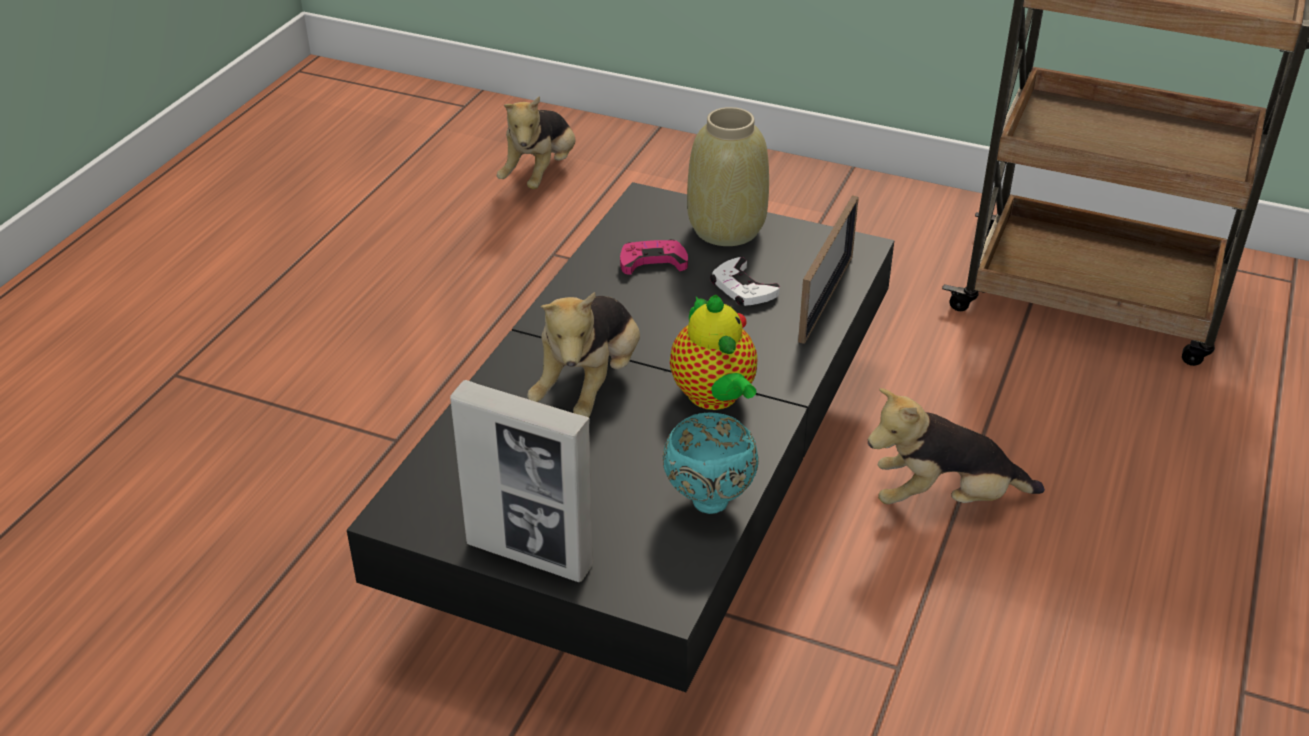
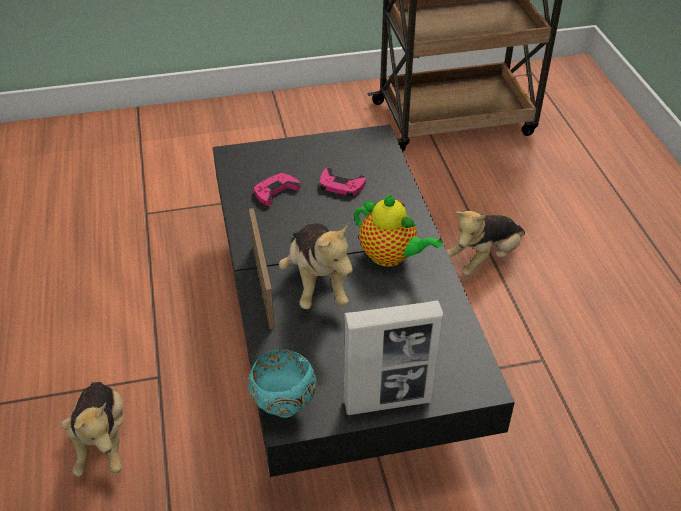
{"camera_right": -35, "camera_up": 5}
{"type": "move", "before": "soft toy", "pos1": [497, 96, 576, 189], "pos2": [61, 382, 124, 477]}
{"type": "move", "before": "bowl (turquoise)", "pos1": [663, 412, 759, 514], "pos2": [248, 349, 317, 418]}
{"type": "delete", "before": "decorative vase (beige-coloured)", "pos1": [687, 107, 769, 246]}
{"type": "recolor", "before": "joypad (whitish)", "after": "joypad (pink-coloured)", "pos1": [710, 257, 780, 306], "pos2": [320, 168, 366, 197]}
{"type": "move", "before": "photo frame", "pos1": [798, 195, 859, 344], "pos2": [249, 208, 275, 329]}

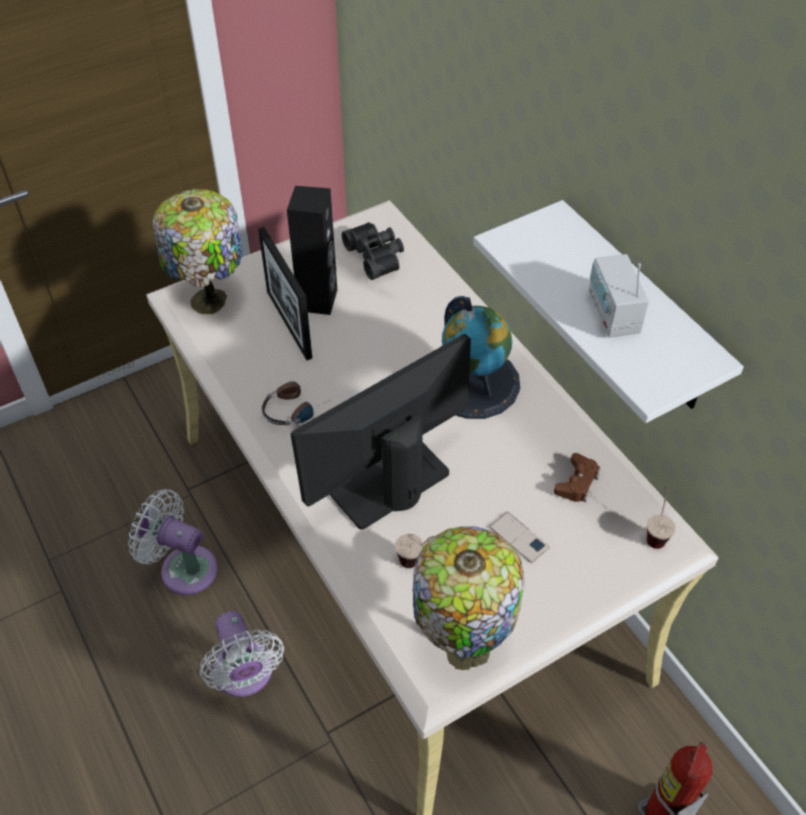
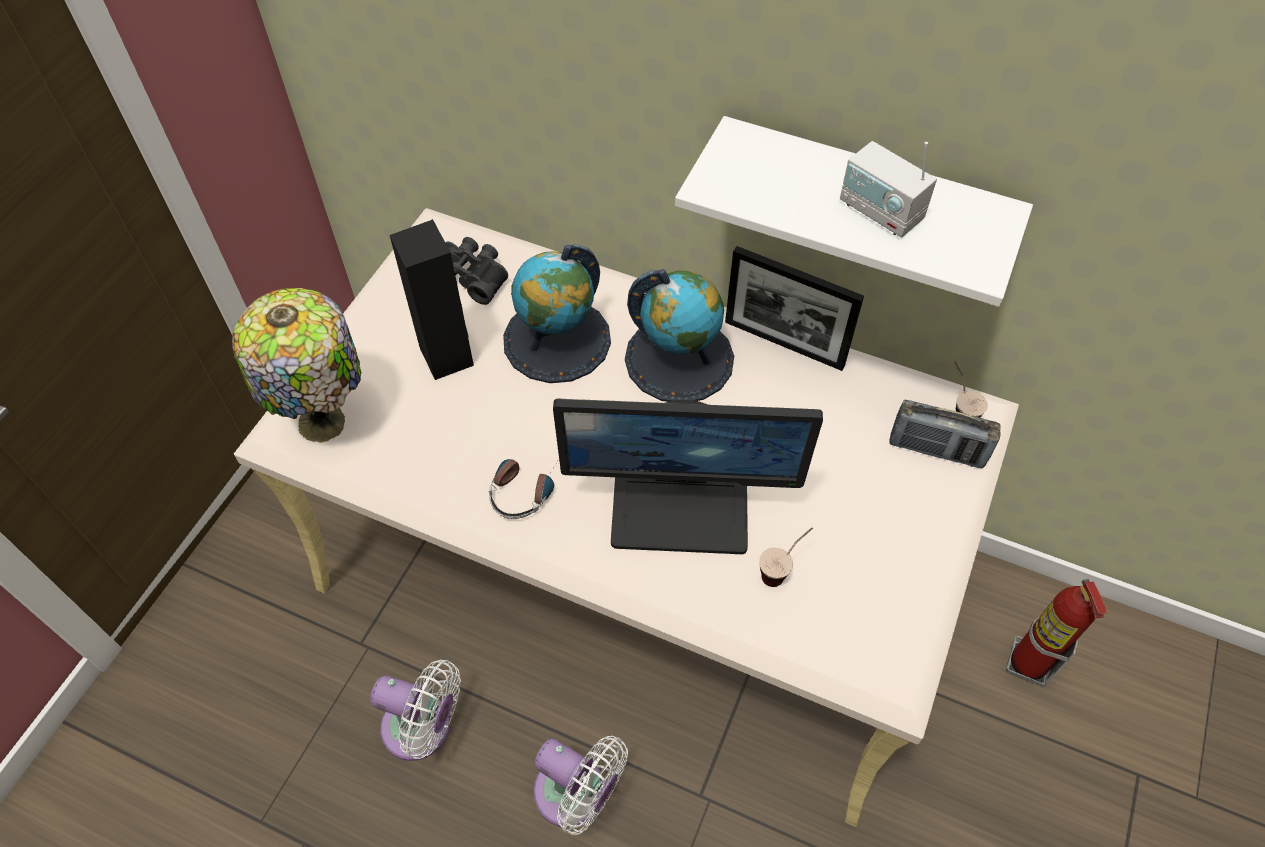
{"camera_right": -35, "camera_up": 5}
{"type": "rotate", "before": "cooling fan (whitish)", "pos1": [128, 489, 218, 595], "pos2": [370, 660, 461, 761], "turn": -150}
{"type": "move", "before": "photo frame", "pos1": [258, 227, 312, 360], "pos2": [725, 246, 864, 371]}
{"type": "rotate", "before": "computer display", "pos1": [291, 334, 471, 529], "pos2": [553, 399, 823, 554], "turn": -105}
{"type": "delete", "before": "table lamp", "pos1": [413, 526, 525, 670]}
{"type": "delete", "before": "phone", "pos1": [489, 512, 549, 563]}
{"type": "delete", "before": "joypad (brown-coloured)", "pos1": [554, 453, 600, 502]}
{"type": "insert", "after": "globe", "pos2": [503, 244, 611, 383]}
{"type": "insert", "after": "radio receiver", "pos2": [889, 400, 1001, 468]}

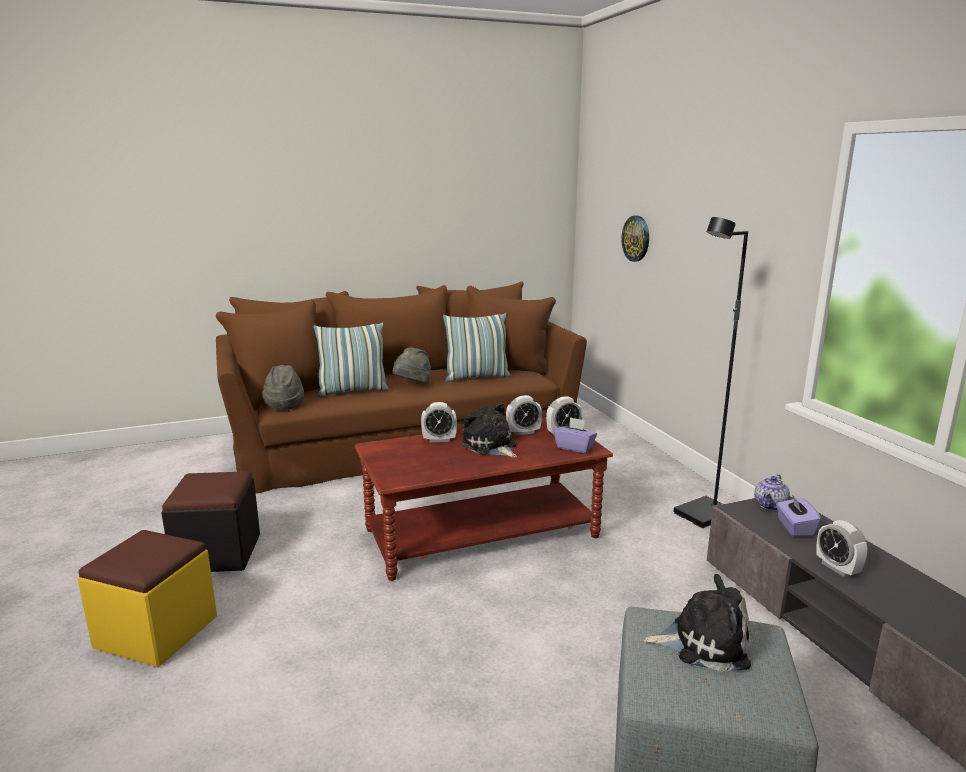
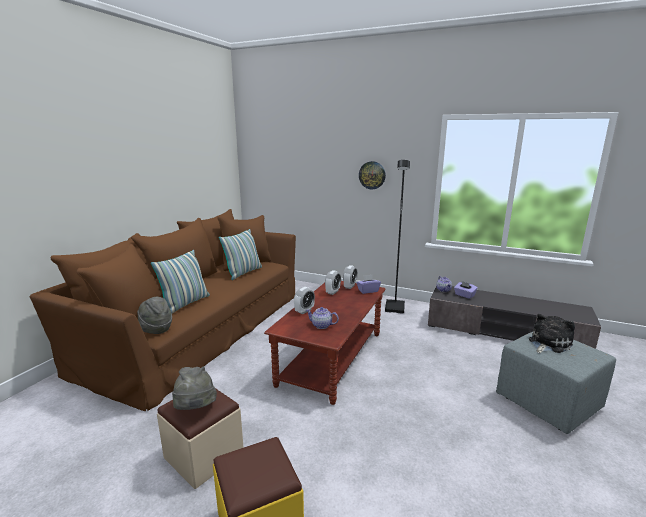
{"camera_right": -45, "camera_up": 0}
{"type": "recolor", "before": "pouffe (black-coloured)", "after": "pouffe (beige-coloured)", "pos1": [161, 471, 260, 572], "pos2": [157, 388, 244, 489]}
{"type": "move", "before": "wearable hat (grey)", "pos1": [393, 347, 432, 384], "pos2": [172, 367, 217, 410]}
{"type": "delete", "before": "soft toy", "pos1": [462, 403, 517, 458]}
{"type": "move", "before": "clock on the wall", "pos1": [622, 216, 649, 262], "pos2": [359, 161, 386, 189]}
{"type": "delete", "before": "bedside clock", "pos1": [816, 520, 867, 577]}
{"type": "insert", "after": "pot for tea", "pos2": [306, 307, 339, 329]}

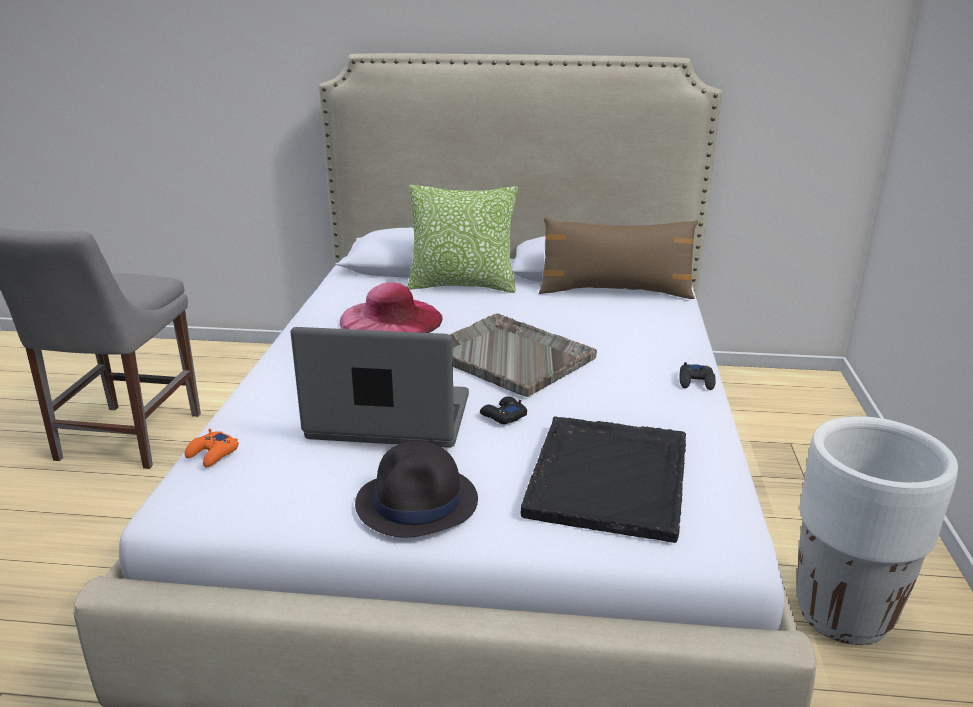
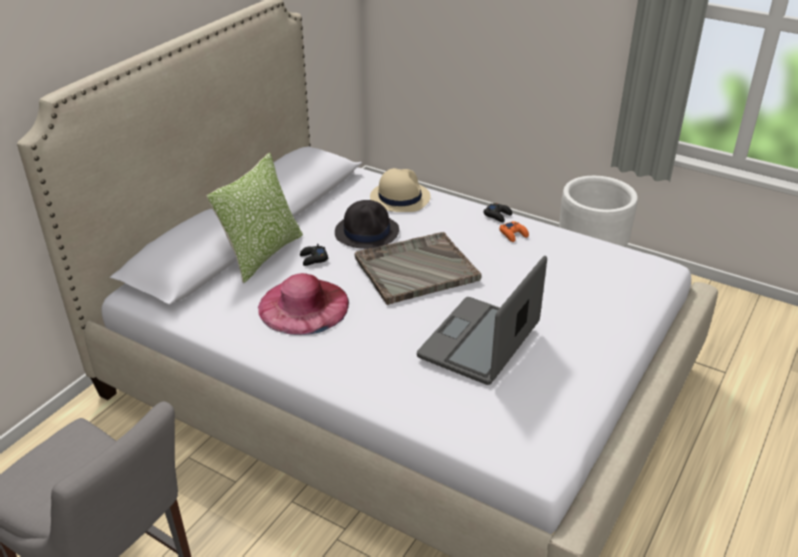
{"camera_right": -65, "camera_up": 10}
{"type": "move", "before": "joypad (orange)", "pos1": [185, 429, 239, 467], "pos2": [499, 221, 529, 242]}
{"type": "move", "before": "wearable hat (black-coloured)", "pos1": [355, 441, 478, 538], "pos2": [335, 200, 399, 249]}
{"type": "move", "before": "joypad (black-coloured)", "pos1": [480, 396, 527, 424], "pos2": [300, 244, 328, 266]}
{"type": "delete", "before": "serving tray (black-coloured)", "pos1": [521, 416, 686, 543]}
{"type": "delete", "before": "cushion (brown-coloured)", "pos1": [539, 218, 698, 299]}
{"type": "insert", "after": "wearable hat (beige-coloured)", "pos2": [370, 168, 431, 212]}

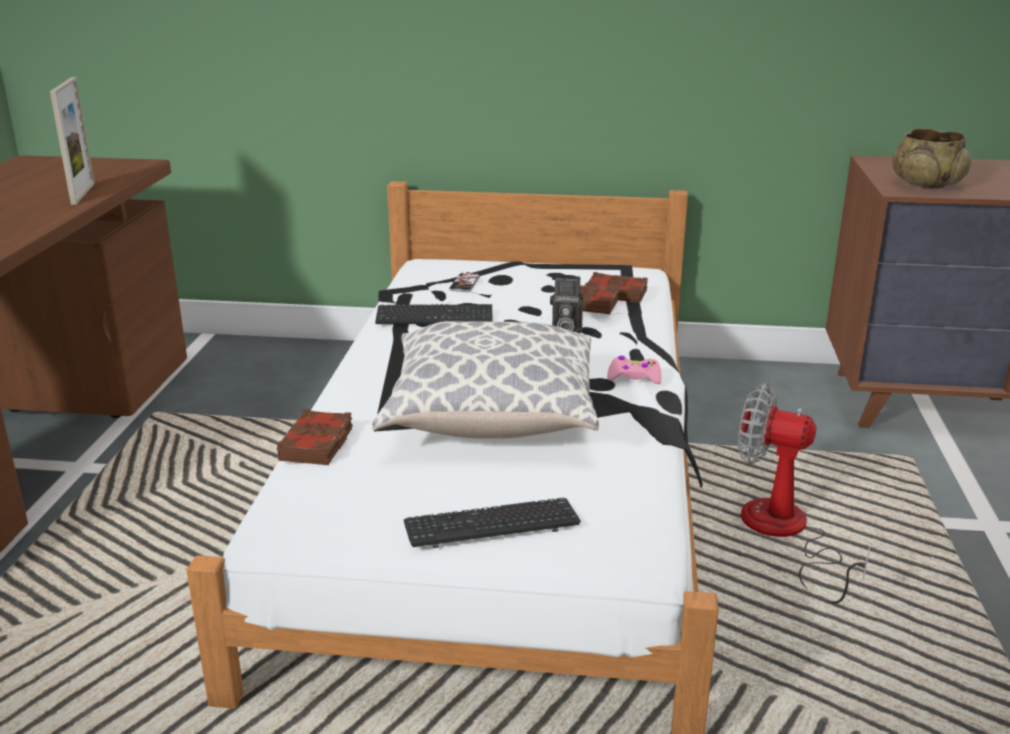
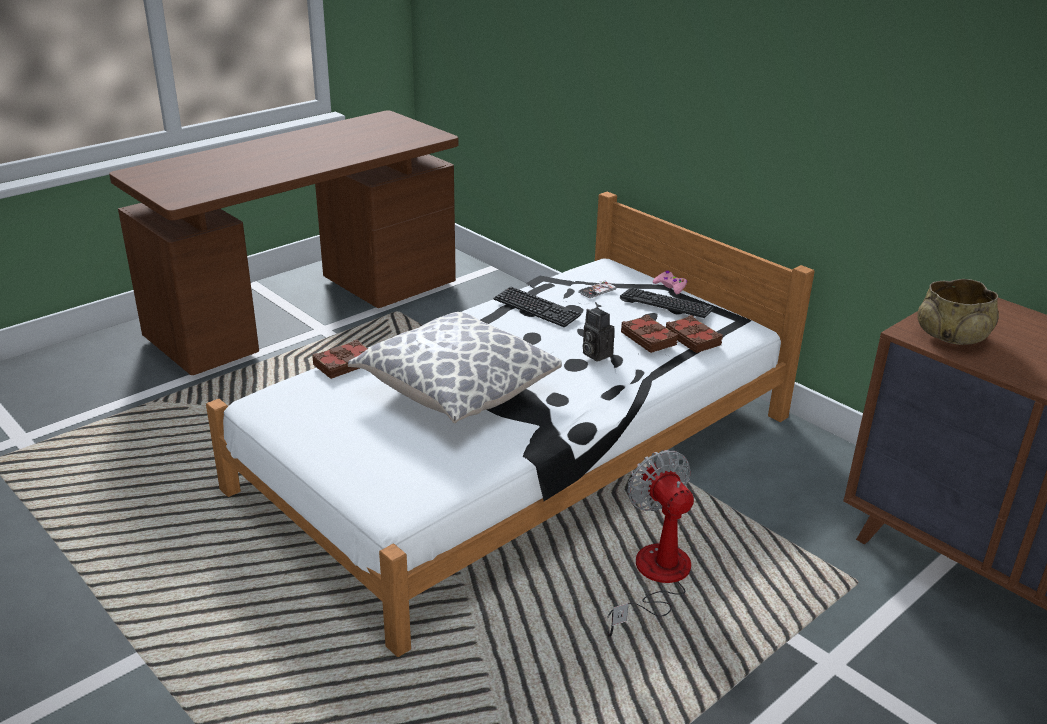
{"camera_right": 40, "camera_up": 5}
{"type": "delete", "before": "photo frame", "pos1": [50, 77, 95, 205]}
{"type": "move", "before": "PC keyboard", "pos1": [404, 498, 581, 548], "pos2": [620, 287, 714, 318]}
{"type": "move", "before": "joypad (pink-coloured)", "pos1": [607, 356, 661, 384], "pos2": [653, 271, 687, 294]}

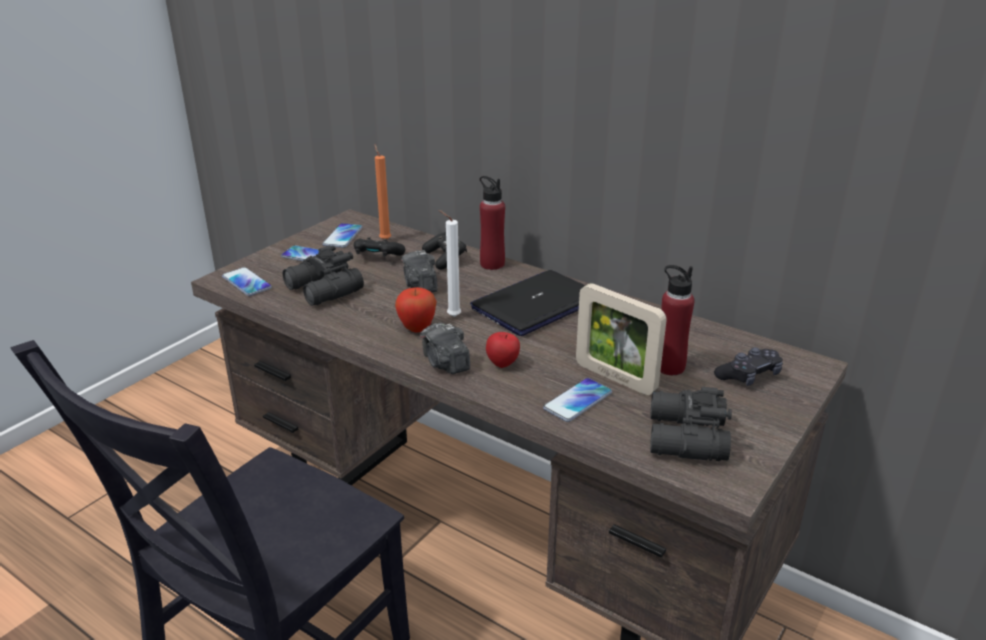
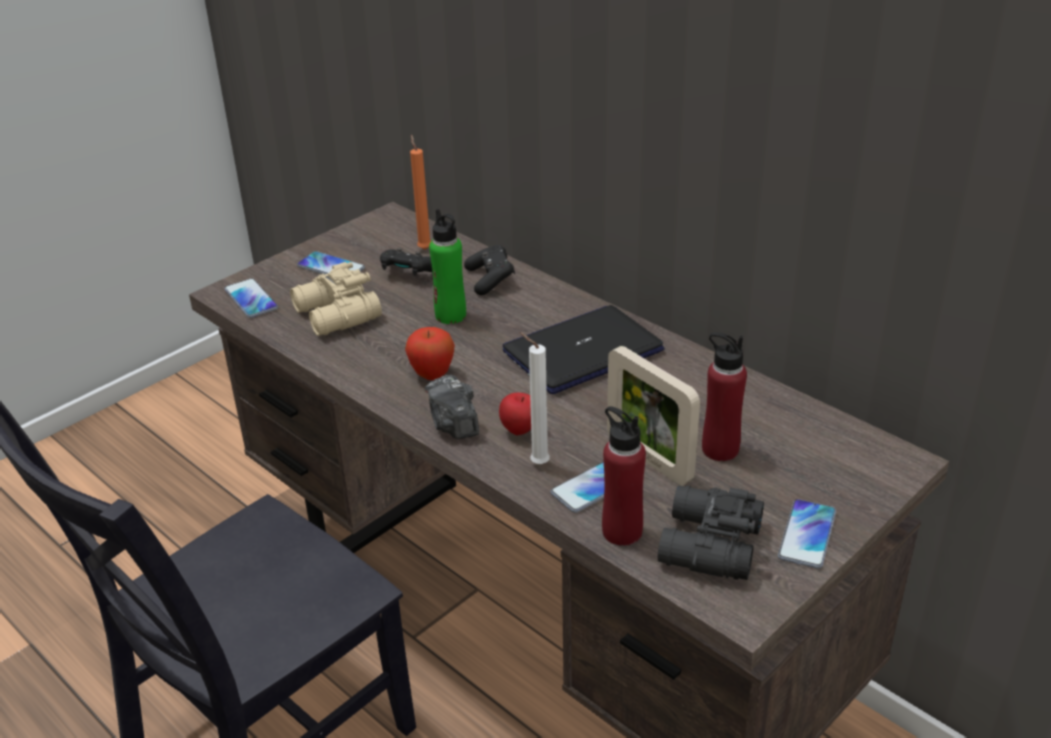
{"camera_right": 10, "camera_up": 5}
{"type": "recolor", "before": "field glasses (black-coloured)", "after": "field glasses (beige-coloured)", "pos1": [283, 246, 364, 306], "pos2": [290, 262, 382, 336]}
{"type": "move", "before": "phone", "pos1": [322, 223, 363, 248], "pos2": [778, 499, 836, 569]}
{"type": "replace", "before": "photo camera", "after": "drink bottle (green)", "pos1": [401, 250, 438, 292], "pos2": [429, 209, 466, 324]}
{"type": "move", "before": "candle (whitish)", "pos1": [439, 210, 461, 317], "pos2": [520, 332, 550, 464]}
{"type": "move", "before": "drink bottle (red-coloured)", "pos1": [480, 176, 505, 270], "pos2": [602, 406, 646, 546]}
{"type": "delete", "before": "joypad (black-coloured)", "pos1": [714, 347, 783, 386]}

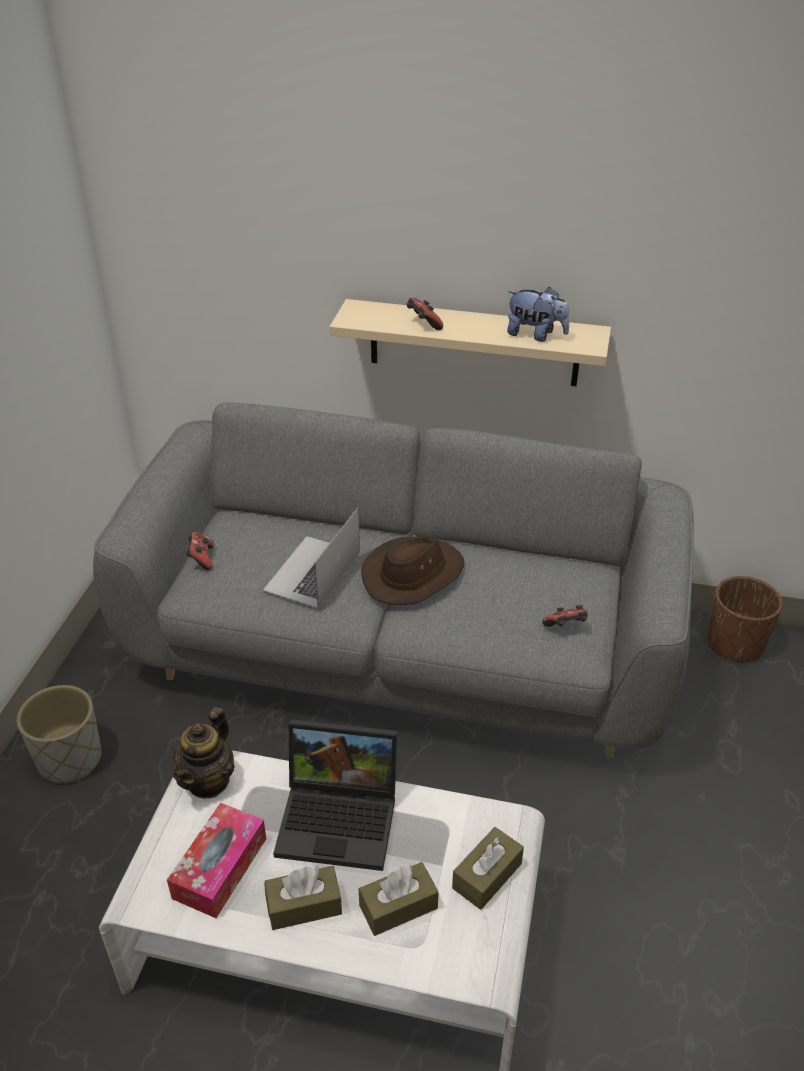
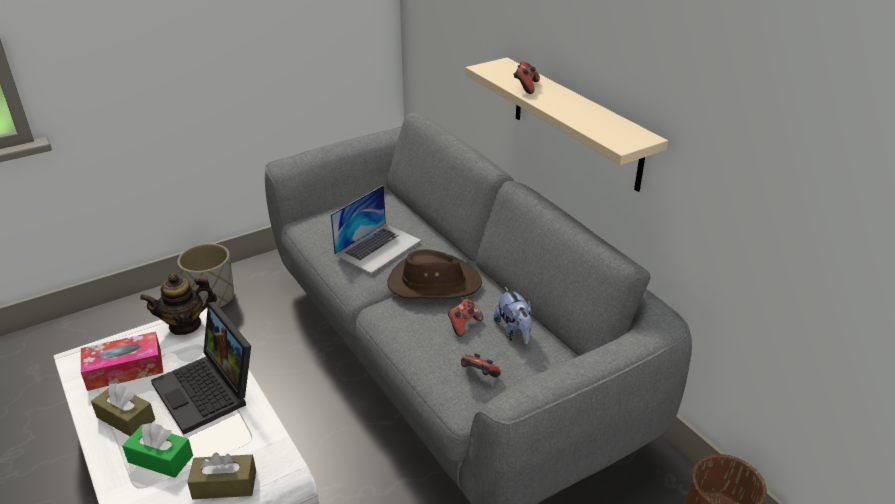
{"camera_right": 45, "camera_up": -5}
{"type": "move", "before": "joypad", "pos1": [186, 532, 215, 570], "pos2": [448, 299, 483, 337]}
{"type": "rotate", "before": "portable computer", "pos1": [263, 508, 360, 609], "pos2": [331, 185, 421, 273], "turn": 150}
{"type": "recolor", "before": "tissue holder (brown-coloured)", "after": "tissue holder (green)", "pos1": [359, 862, 439, 936], "pos2": [122, 423, 193, 478]}
{"type": "move", "before": "soft toy", "pos1": [507, 287, 569, 342], "pos2": [494, 287, 532, 344]}

